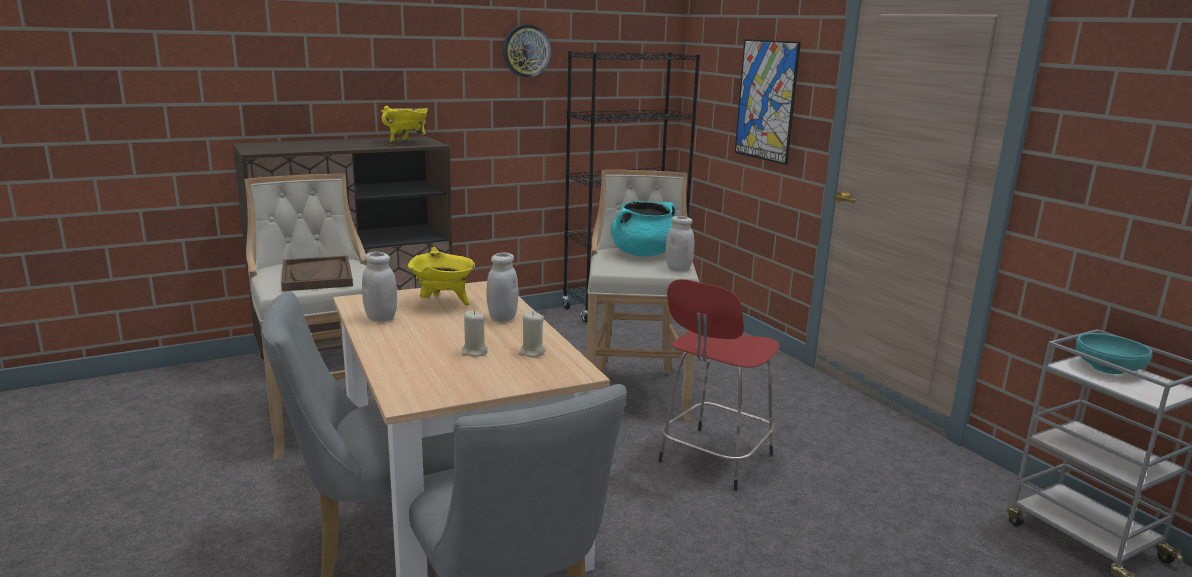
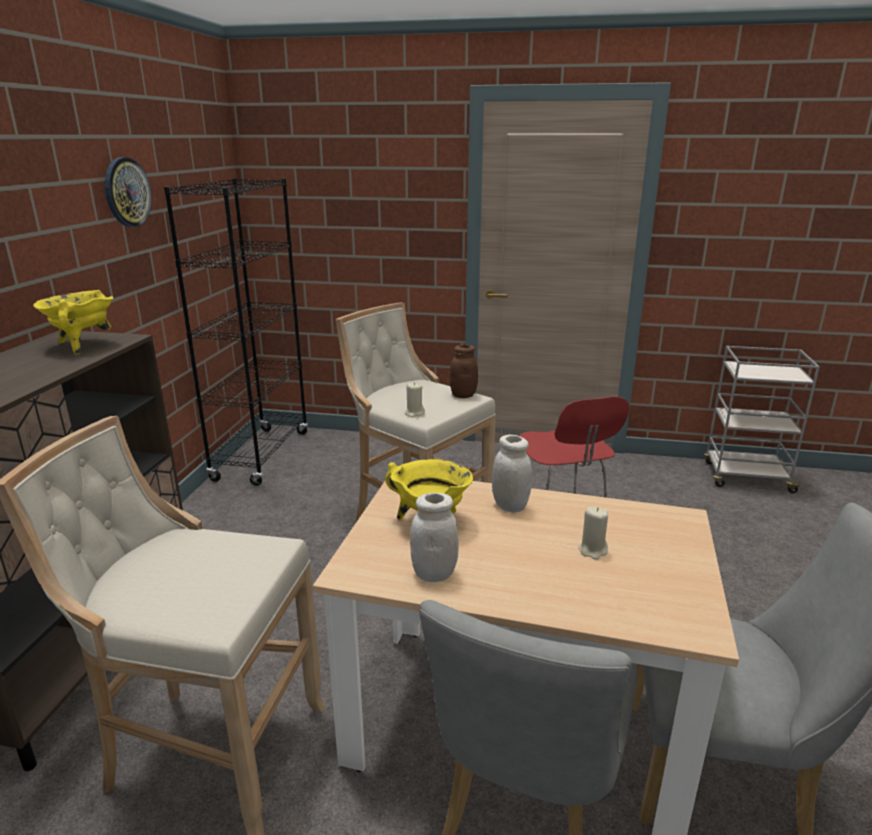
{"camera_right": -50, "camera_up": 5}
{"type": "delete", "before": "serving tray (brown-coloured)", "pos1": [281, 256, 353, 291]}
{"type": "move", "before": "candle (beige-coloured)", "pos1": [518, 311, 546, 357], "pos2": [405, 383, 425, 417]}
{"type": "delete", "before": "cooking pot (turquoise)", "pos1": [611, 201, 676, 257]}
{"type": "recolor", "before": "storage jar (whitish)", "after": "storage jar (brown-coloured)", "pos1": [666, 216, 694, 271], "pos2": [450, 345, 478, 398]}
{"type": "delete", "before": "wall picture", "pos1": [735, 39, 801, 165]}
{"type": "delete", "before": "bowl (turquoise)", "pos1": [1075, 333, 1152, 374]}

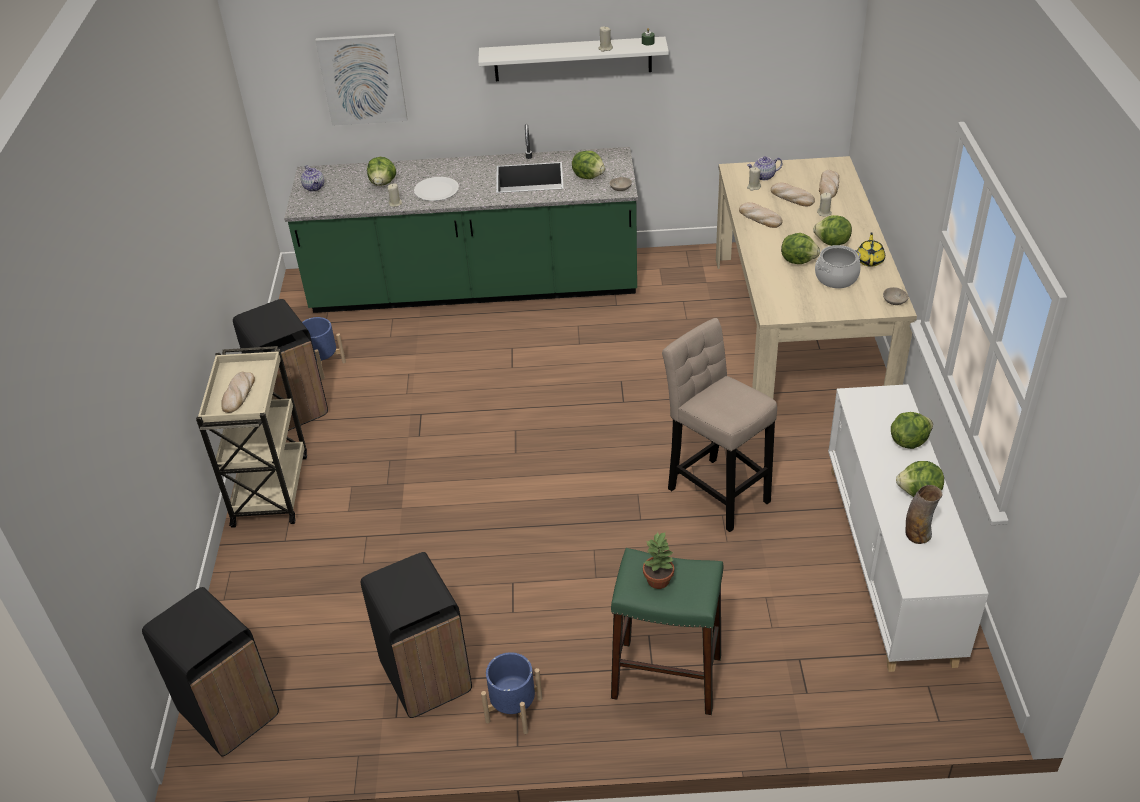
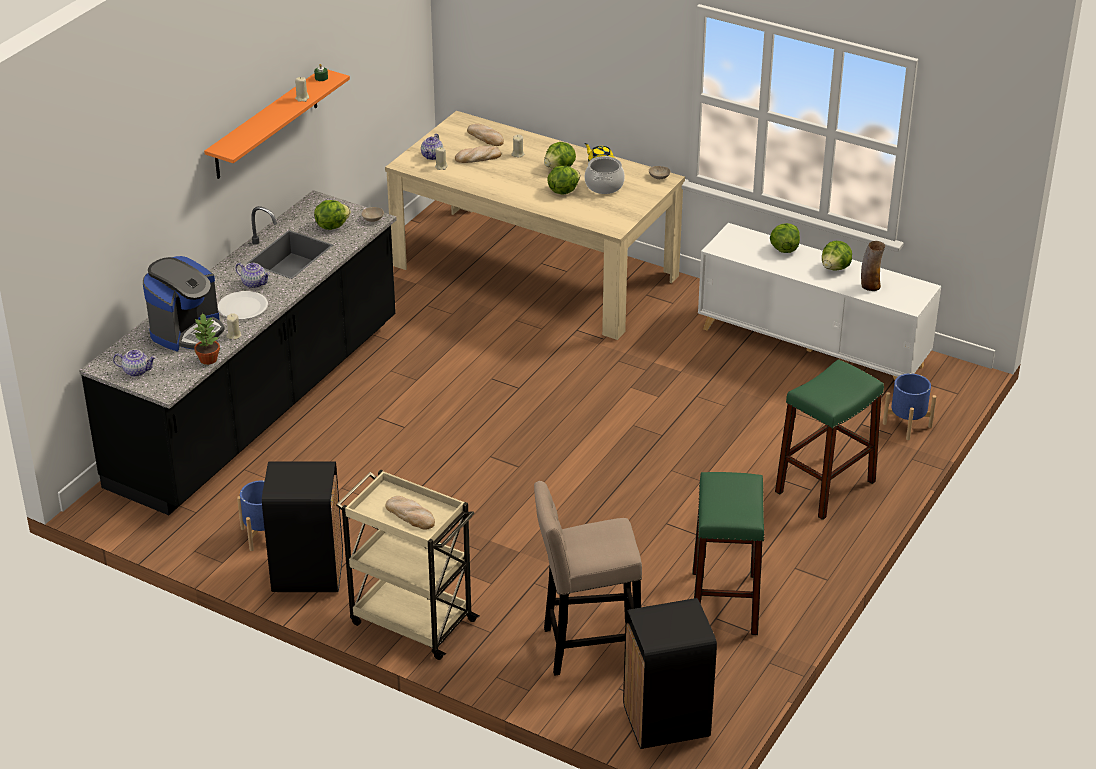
{"camera_right": -60, "camera_up": -5}
{"type": "recolor", "before": "counter (green)", "after": "counter (black-coloured)", "pos1": [284, 124, 638, 313], "pos2": [79, 190, 396, 515]}
{"type": "delete", "before": "wall picture", "pos1": [315, 34, 408, 126]}
{"type": "replace", "before": "trash can (black-coloured)", "after": "stool seat (green)", "pos1": [361, 552, 472, 718], "pos2": [692, 472, 764, 635]}
{"type": "replace", "before": "lettuce head", "after": "coffee maker", "pos1": [367, 157, 396, 186], "pos2": [143, 256, 225, 351]}
{"type": "recolor", "before": "bracket shelf (whitish)", "after": "bracket shelf (orange)", "pos1": [478, 37, 669, 81], "pos2": [204, 69, 350, 179]}
{"type": "move", "before": "flower pot (blue)", "pos1": [481, 652, 542, 734], "pos2": [883, 373, 936, 440]}
{"type": "move", "before": "potted plant", "pos1": [643, 532, 674, 589], "pos2": [194, 312, 220, 365]}
{"type": "move", "before": "stool seat (beige-coloured)", "pos1": [662, 318, 777, 532], "pos2": [534, 481, 642, 676]}
{"type": "delete", "before": "bread", "pos1": [739, 202, 783, 228]}
{"type": "insert", "after": "pot for tea", "pos2": [235, 263, 270, 288]}

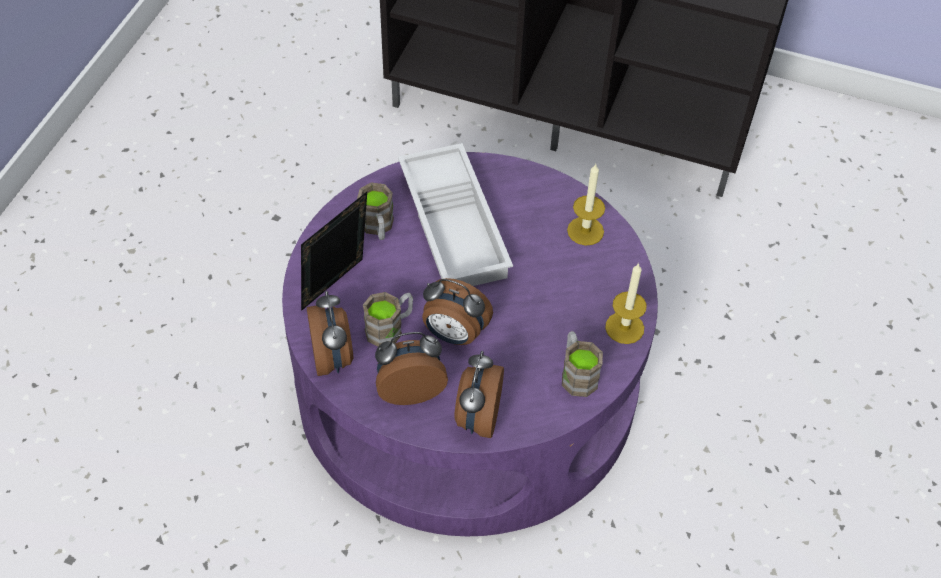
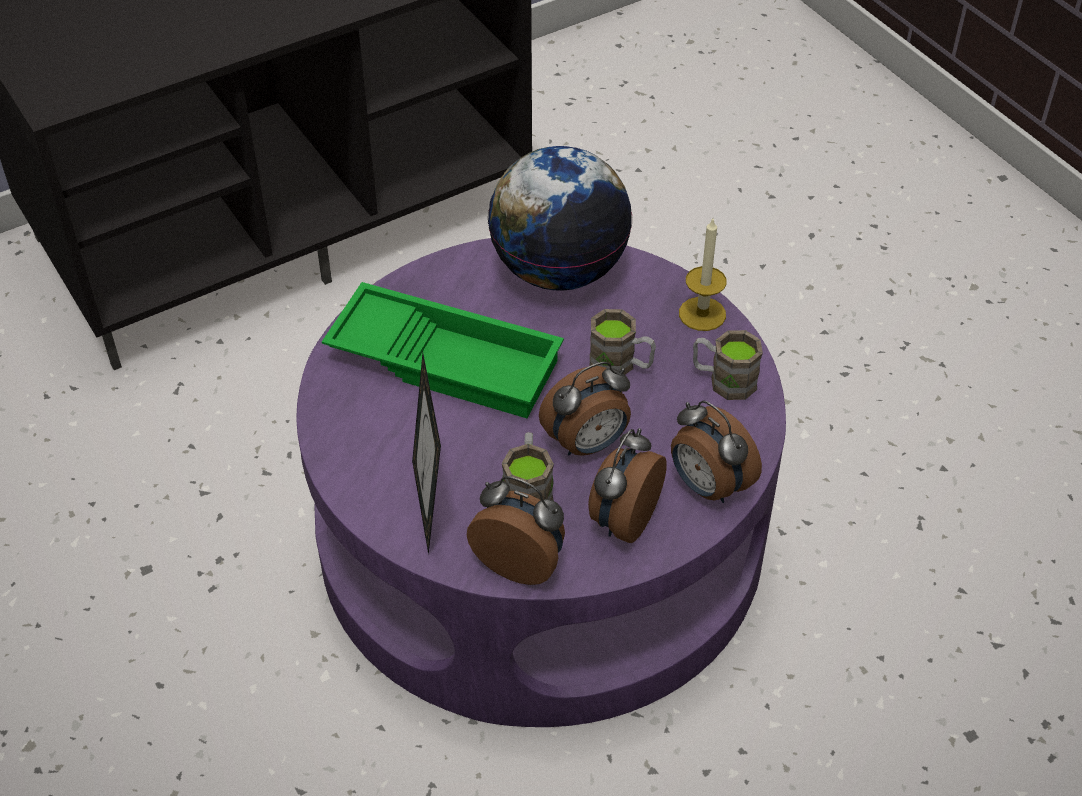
{"camera_right": -50, "camera_up": -5}
{"type": "move", "before": "coffee mug (brown-coloured)", "pos1": [357, 183, 394, 240], "pos2": [590, 309, 656, 375]}
{"type": "recolor", "before": "serving tray (whitish)", "after": "serving tray (green)", "pos1": [398, 143, 513, 286], "pos2": [322, 282, 564, 418]}
{"type": "replace", "before": "candle", "after": "globe", "pos1": [567, 164, 605, 246], "pos2": [487, 146, 632, 291]}

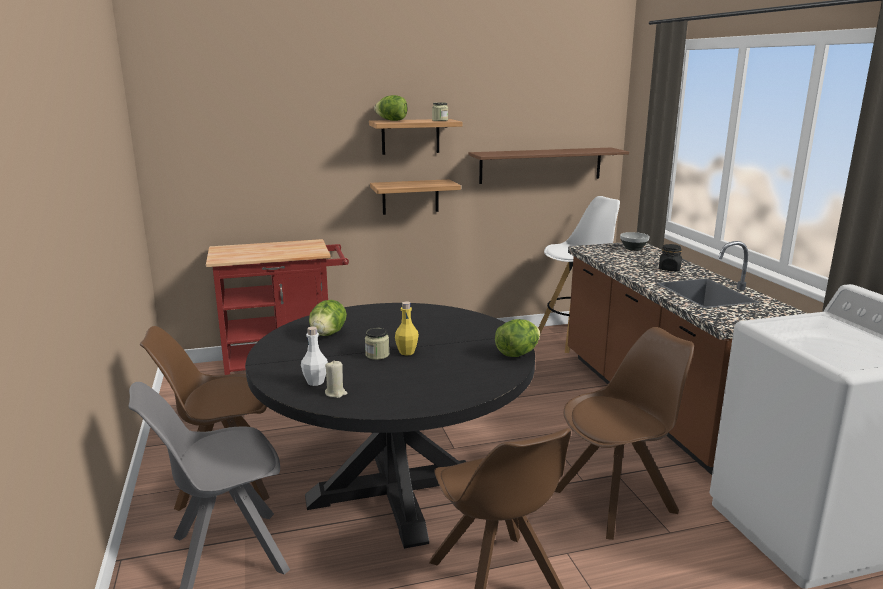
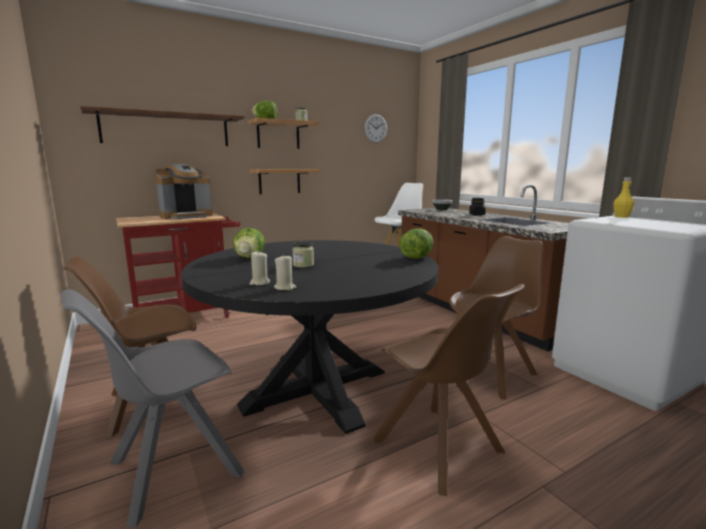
{"camera_right": -15, "camera_up": -5}
{"type": "replace", "before": "drink bottle (whitish)", "after": "candle (beige-coloured)", "pos1": [301, 326, 328, 386], "pos2": [250, 251, 270, 285]}
{"type": "move", "before": "drink bottle (yellowish)", "pos1": [395, 301, 419, 356], "pos2": [613, 177, 634, 218]}
{"type": "move", "before": "bracket shelf (brown-coloured)", "pos1": [468, 148, 629, 184], "pos2": [80, 106, 245, 146]}
{"type": "insert", "after": "coffee maker", "pos2": [155, 164, 212, 219]}
{"type": "insert", "after": "clock on the wall", "pos2": [364, 114, 387, 143]}

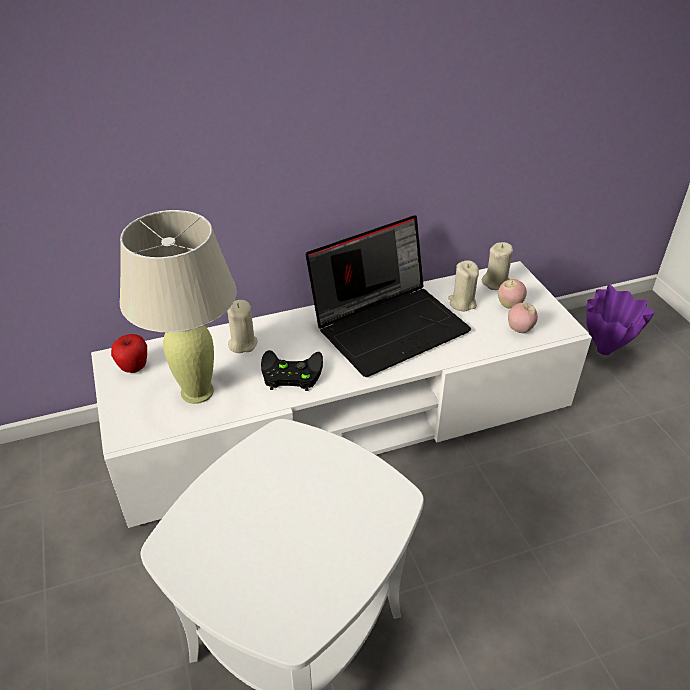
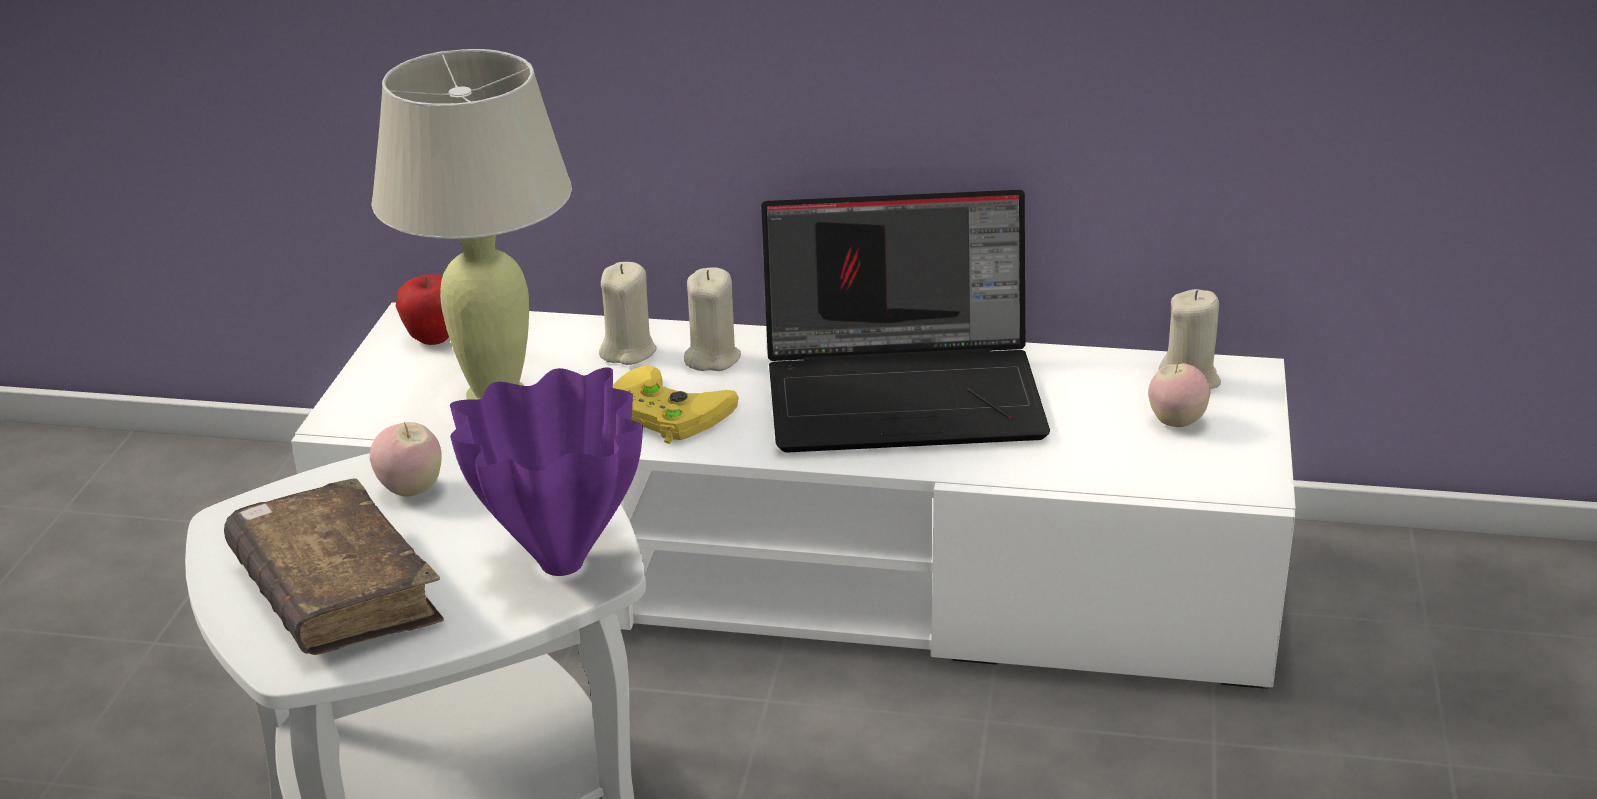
{"camera_right": 30, "camera_up": -10}
{"type": "recolor", "before": "joypad (black-coloured)", "after": "joypad (yellowish)", "pos1": [261, 350, 323, 391], "pos2": [613, 366, 739, 444]}
{"type": "move", "before": "candle (beige-coloured)", "pos1": [448, 260, 479, 311], "pos2": [684, 267, 741, 371]}
{"type": "move", "before": "apple fruit", "pos1": [508, 303, 538, 333], "pos2": [370, 422, 442, 497]}
{"type": "move", "before": "decorative vase (purplish)", "pos1": [586, 285, 655, 355], "pos2": [450, 368, 643, 576]}
{"type": "insert", "after": "volume (brown-coloured)", "pos2": [224, 478, 444, 655]}

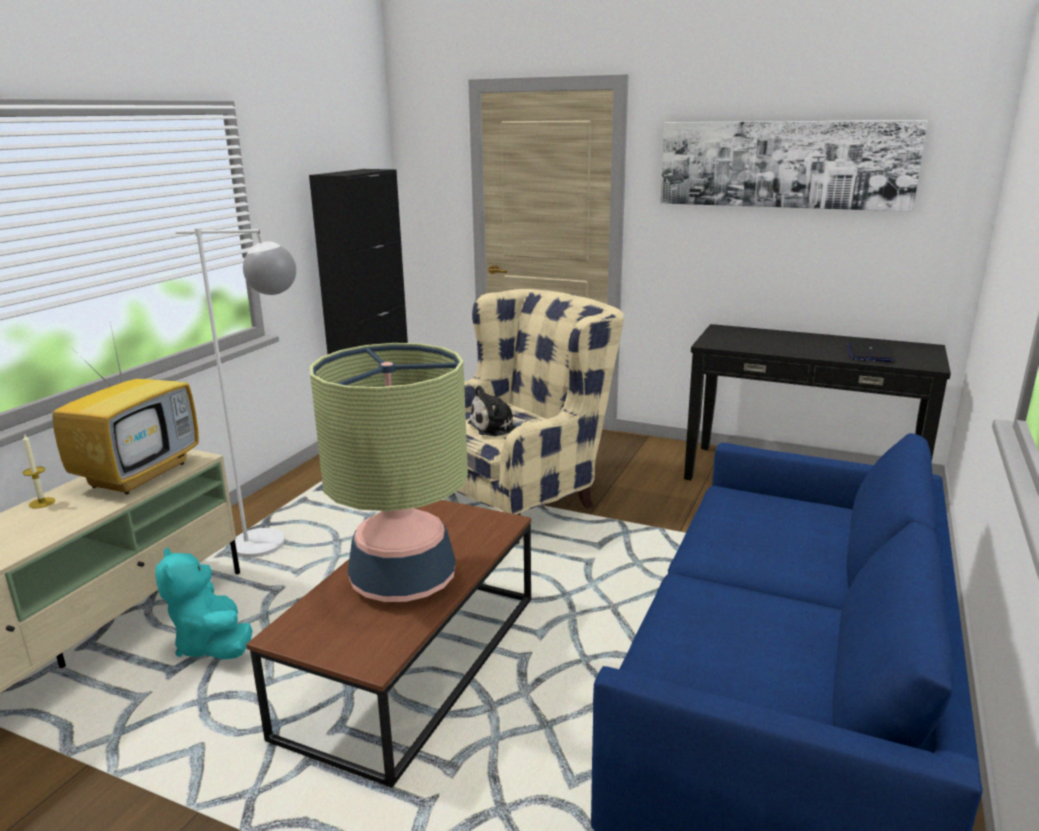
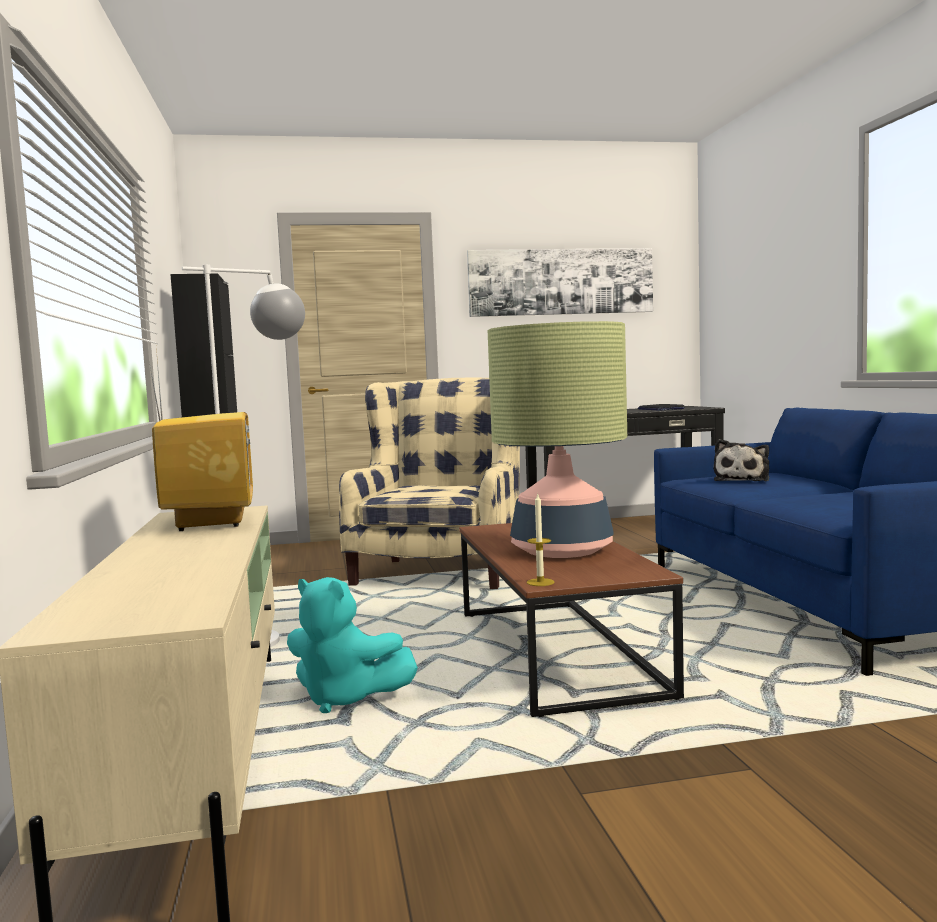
{"camera_right": -35, "camera_up": -15}
{"type": "move", "before": "candle", "pos1": [23, 433, 55, 509], "pos2": [527, 493, 555, 586]}
{"type": "move", "before": "soft toy", "pos1": [468, 385, 528, 437], "pos2": [714, 439, 769, 482]}

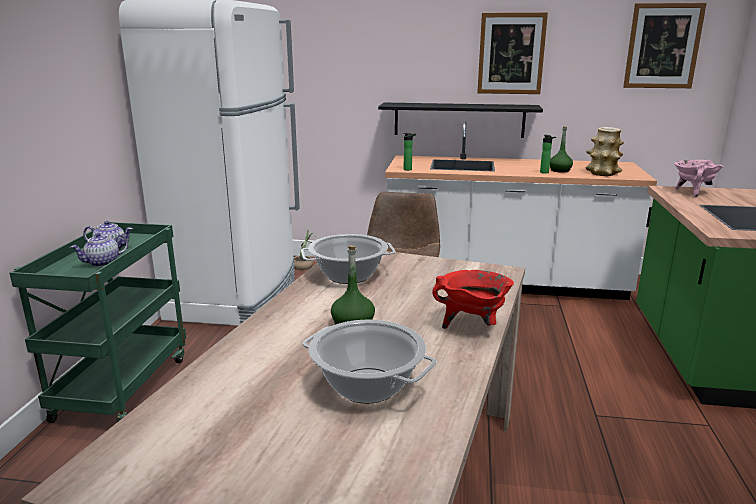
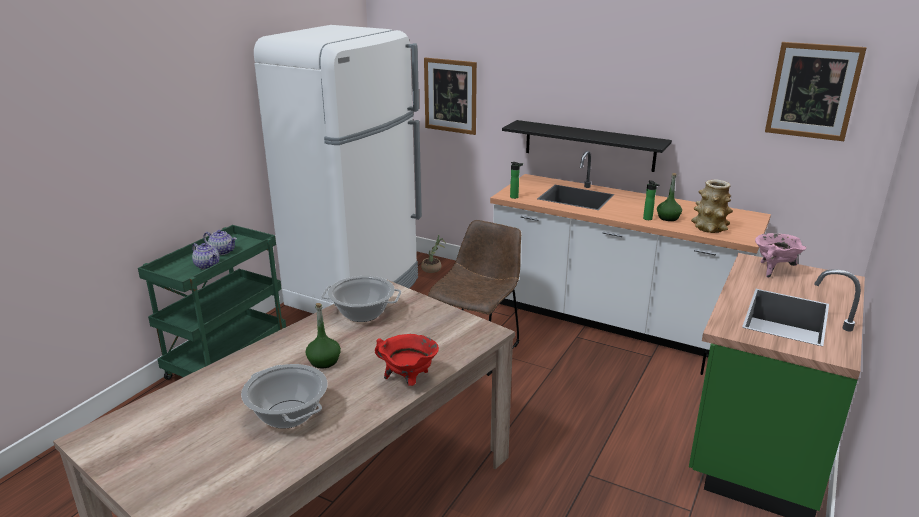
{"camera_right": 20, "camera_up": 5}
{"type": "rotate", "before": "pot for tea", "pos1": [70, 233, 128, 267], "pos2": [192, 243, 219, 270], "turn": -120}
{"type": "move", "before": "wall picture", "pos1": [477, 12, 548, 94], "pos2": [424, 58, 477, 135]}

